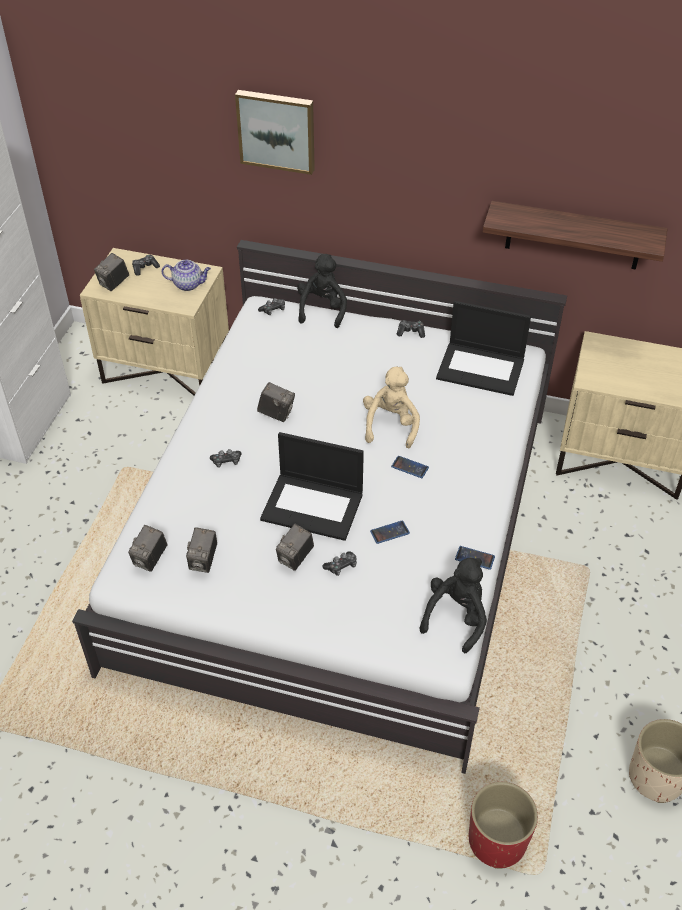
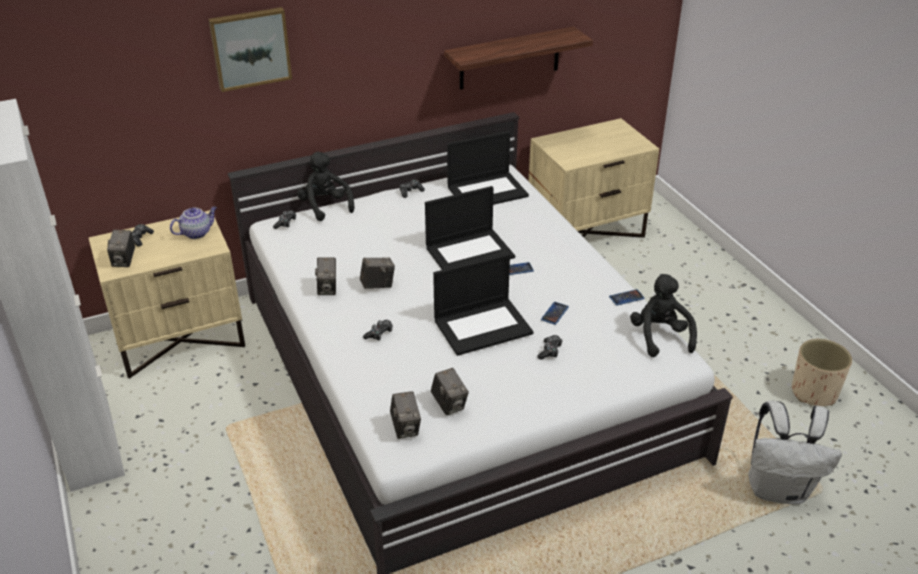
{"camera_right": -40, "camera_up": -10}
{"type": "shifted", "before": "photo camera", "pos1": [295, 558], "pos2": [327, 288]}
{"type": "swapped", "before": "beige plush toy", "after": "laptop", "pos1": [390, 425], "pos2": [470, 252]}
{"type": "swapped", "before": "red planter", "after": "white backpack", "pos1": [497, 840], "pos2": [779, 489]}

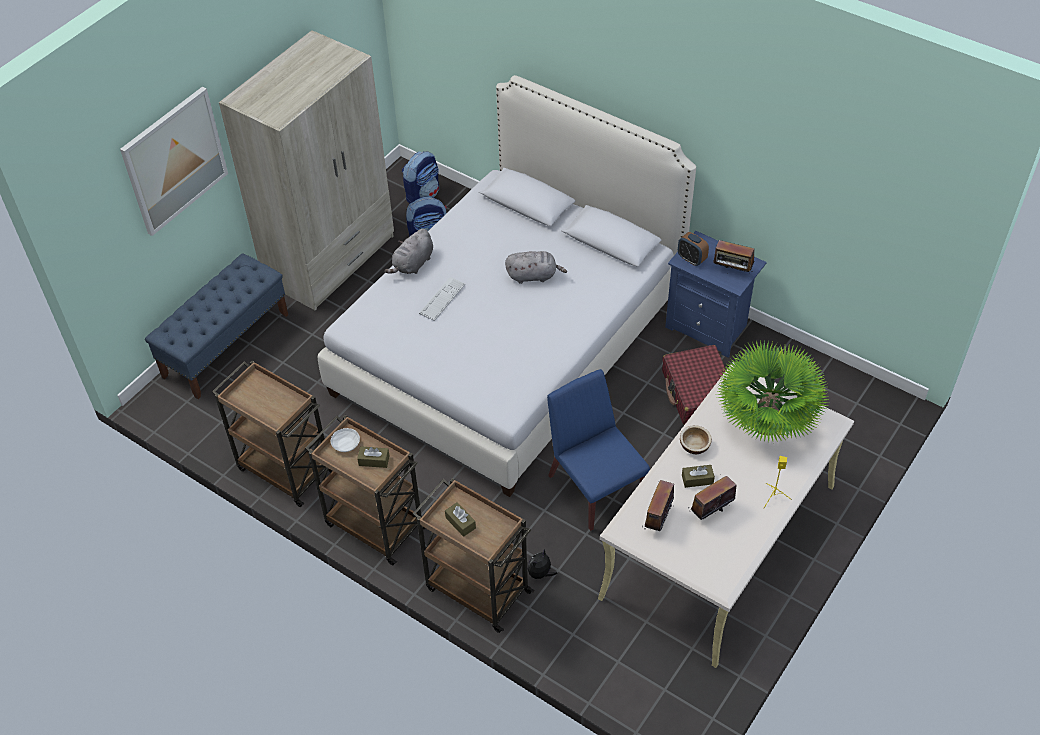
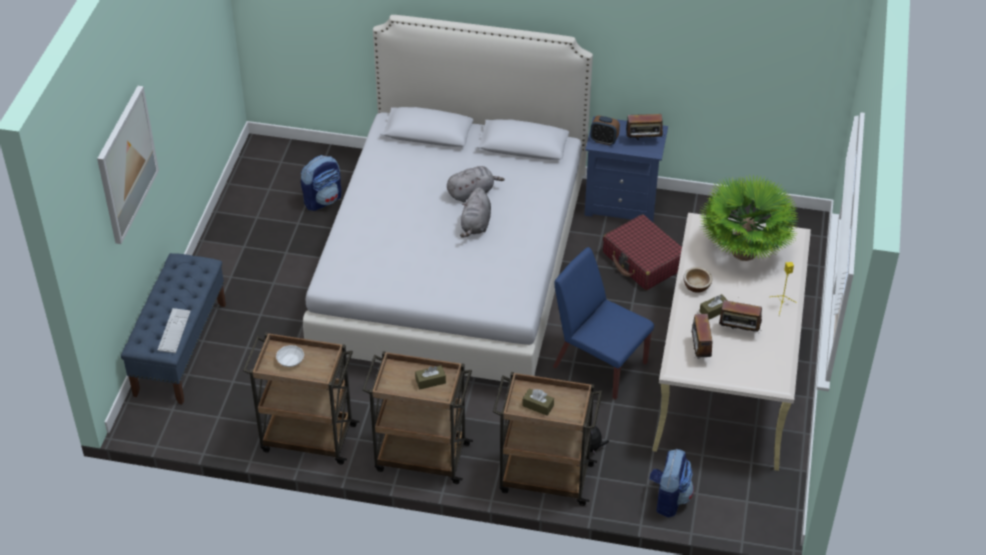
{"camera_right": -25, "camera_up": -5}
{"type": "gone", "before": "beige wardrobe", "pos1": [331, 259]}
{"type": "shifted", "before": "white bowl", "pos1": [346, 443], "pos2": [291, 359]}
{"type": "shifted", "before": "grey plush toy", "pos1": [413, 264], "pos2": [475, 225]}
{"type": "shifted", "before": "backpack", "pos1": [423, 195], "pos2": [668, 498]}
{"type": "shifted", "before": "keyboard", "pos1": [442, 299], "pos2": [174, 331]}
{"type": "rotated", "before": "radio", "pos1": [710, 511], "pos2": [738, 331], "turn": -105}

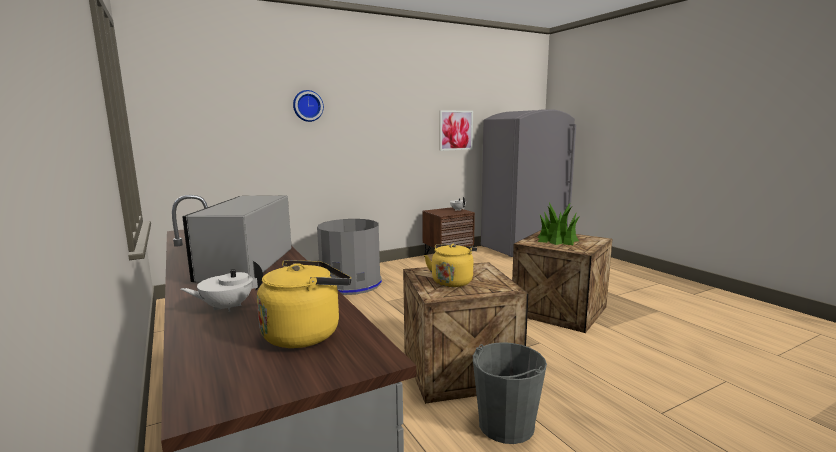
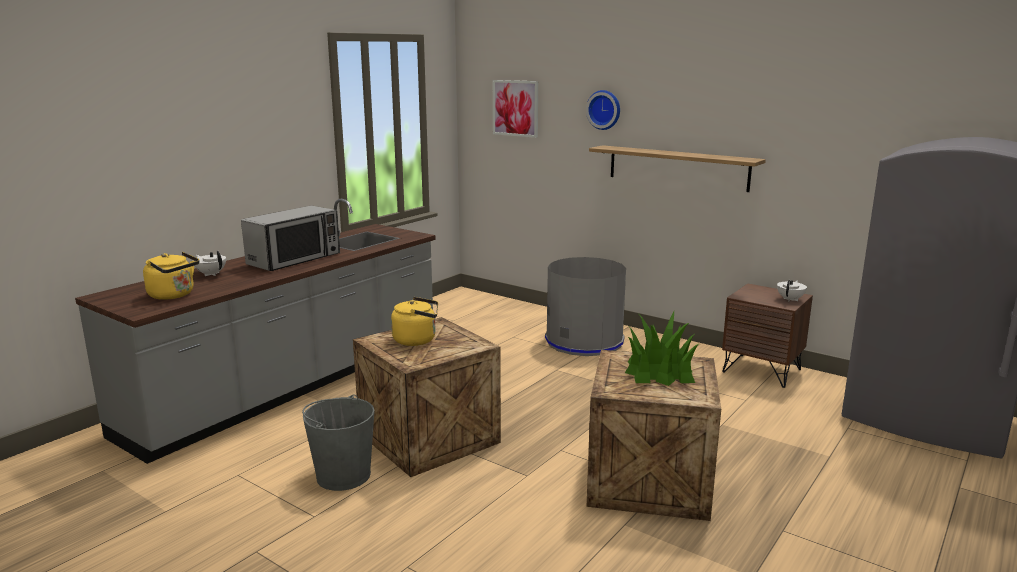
{"camera_right": 65, "camera_up": 5}
{"type": "rotated", "before": "microwave", "pos1": [246, 265], "pos2": [295, 259], "turn": 150}
{"type": "shifted", "before": "picture", "pos1": [455, 130], "pos2": [515, 108]}
{"type": "new", "after": "shelf", "pos2": [677, 168]}

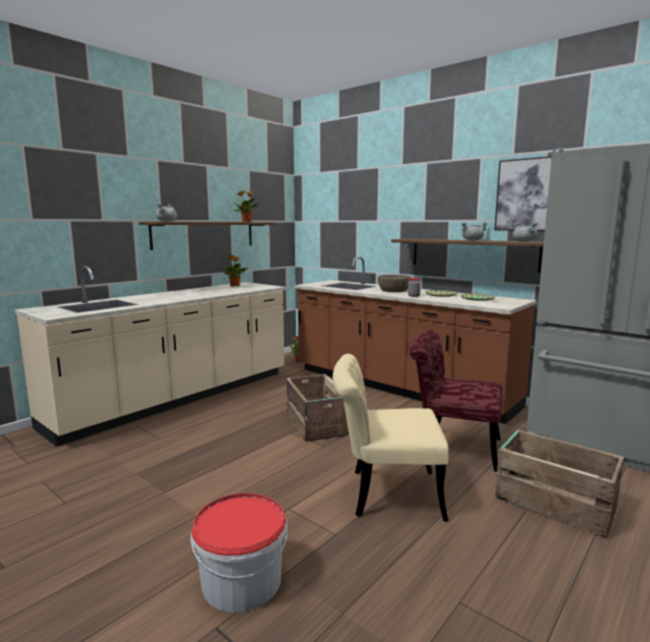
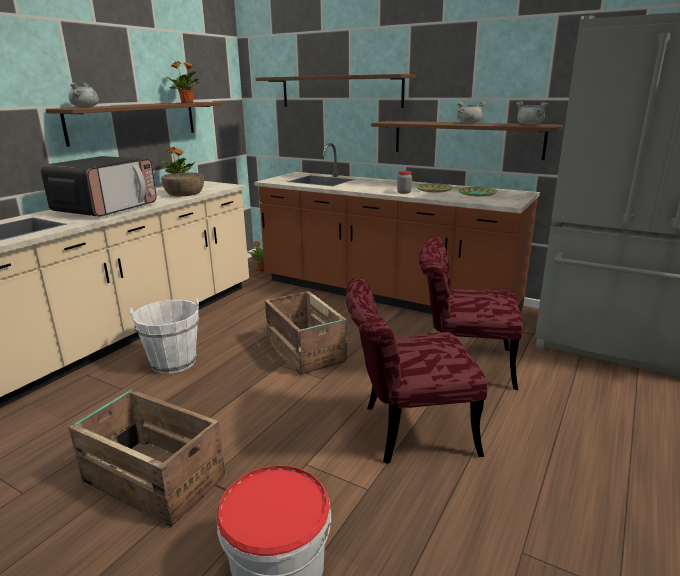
{"camera_right": -10, "camera_up": 10}
{"type": "repainted", "before": "beige chair", "after": "red chair", "pos1": [384, 493], "pos2": [406, 431]}
{"type": "shifted", "before": "brown bowl", "pos1": [394, 290], "pos2": [184, 193]}
{"type": "gone", "before": "picture", "pos1": [526, 195]}
{"type": "shifted", "before": "crate", "pos1": [553, 502], "pos2": [153, 478]}
{"type": "new", "after": "microwave", "pos2": [106, 208]}
{"type": "new", "after": "white bucket", "pos2": [173, 363]}
{"type": "new", "after": "brown shelf", "pos2": [340, 91]}

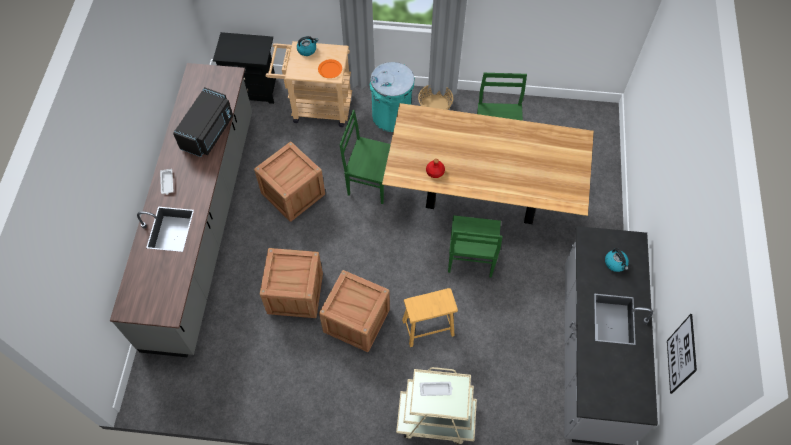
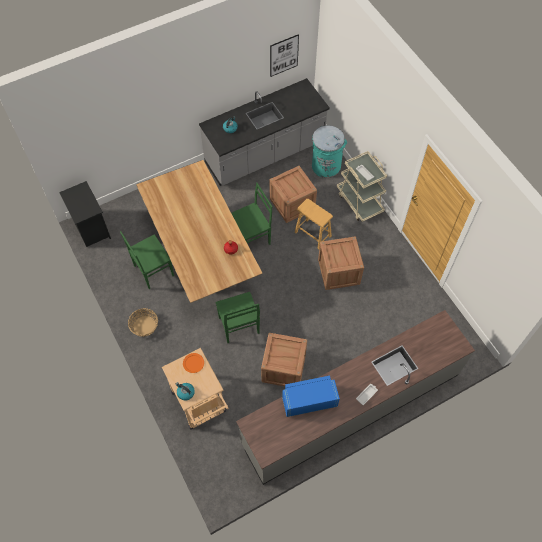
{"camera_right": -125, "camera_up": 0}
{"type": "repainted", "before": "black microwave", "after": "blue microwave", "pos1": [208, 132], "pos2": [309, 400]}
{"type": "shifted", "before": "black nightstand", "pos1": [254, 89], "pos2": [91, 229]}
{"type": "shifted", "before": "crate", "pos1": [295, 293], "pos2": [292, 204]}
{"type": "shifted", "before": "turquoise trash can", "pos1": [392, 116], "pos2": [326, 166]}

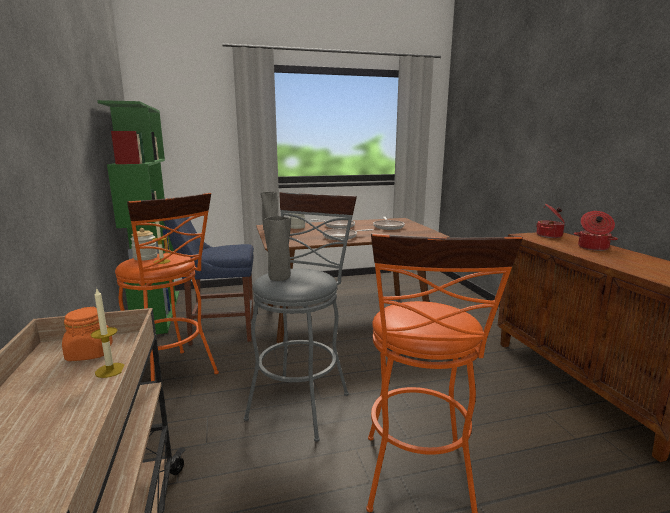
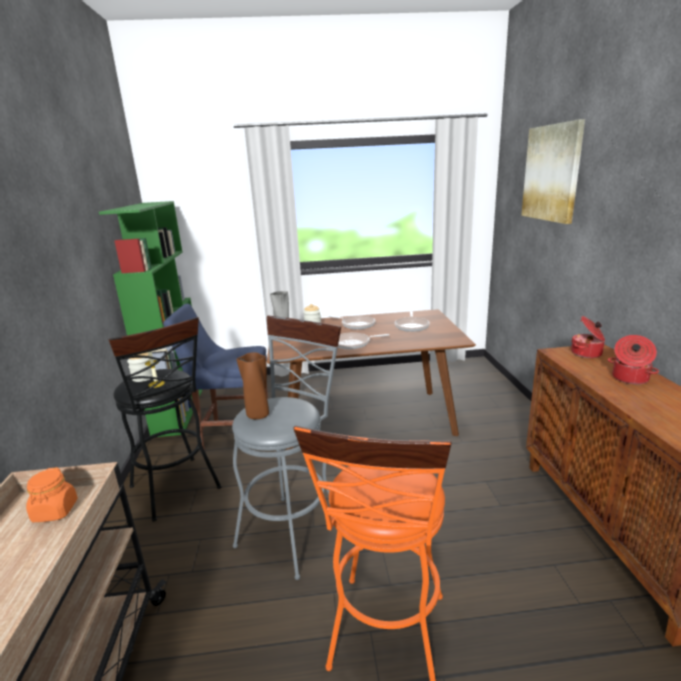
{"camera_right": 10, "camera_up": 5}
{"type": "gone", "before": "candle", "pos1": [110, 370]}
{"type": "repainted", "before": "orange stool", "after": "black stool", "pos1": [174, 378], "pos2": [178, 490]}
{"type": "repainted", "before": "grey vase", "after": "brown vase", "pos1": [279, 278], "pos2": [258, 415]}
{"type": "new", "after": "picture", "pos2": [551, 173]}

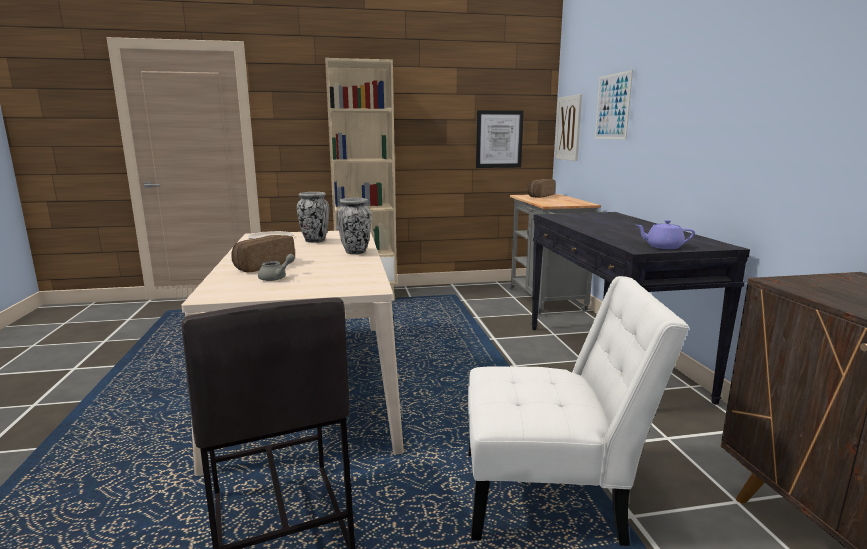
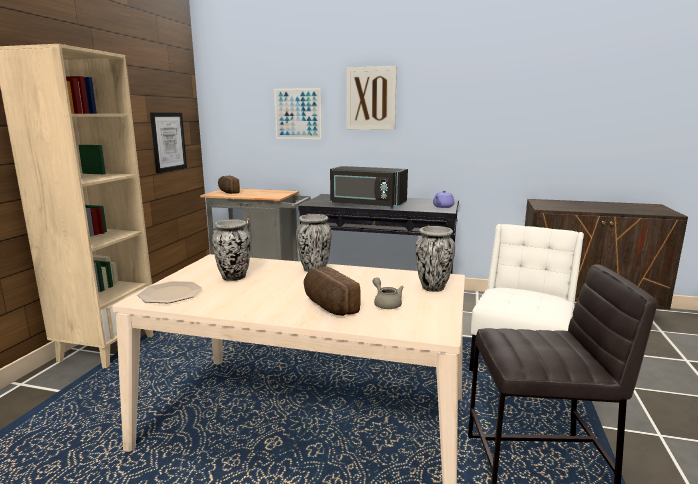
{"camera_right": -65, "camera_up": 0}
{"type": "shifted", "before": "picture", "pos1": [568, 128], "pos2": [371, 98]}
{"type": "new", "after": "black microwave", "pos2": [367, 205]}
{"type": "new", "after": "vase", "pos2": [432, 287]}

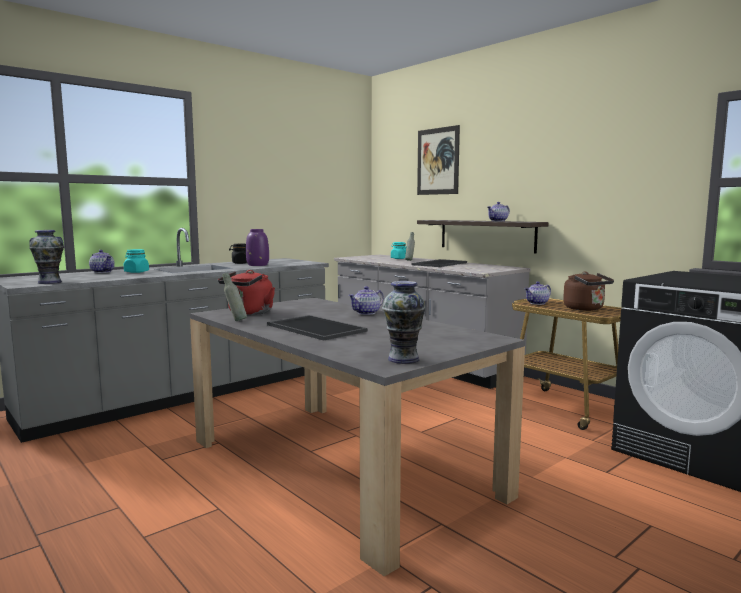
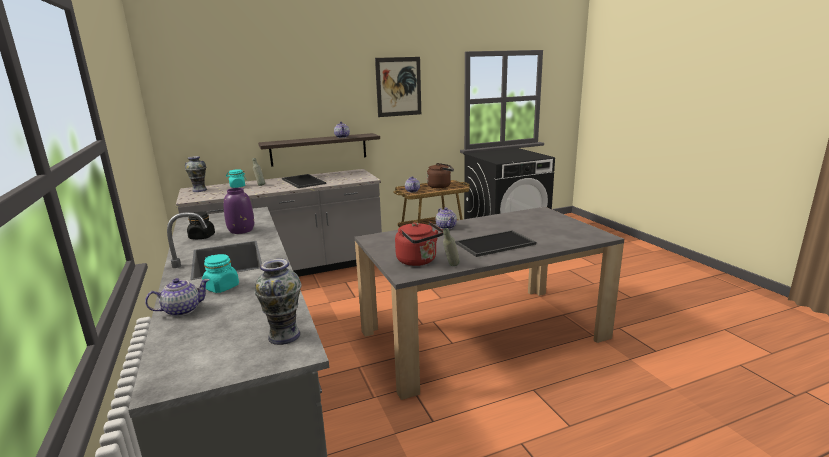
{"camera_right": -70, "camera_up": 10}
{"type": "shifted", "before": "vase", "pos1": [404, 359], "pos2": [199, 190]}
{"type": "shifted", "before": "picture", "pos1": [438, 161], "pos2": [398, 87]}

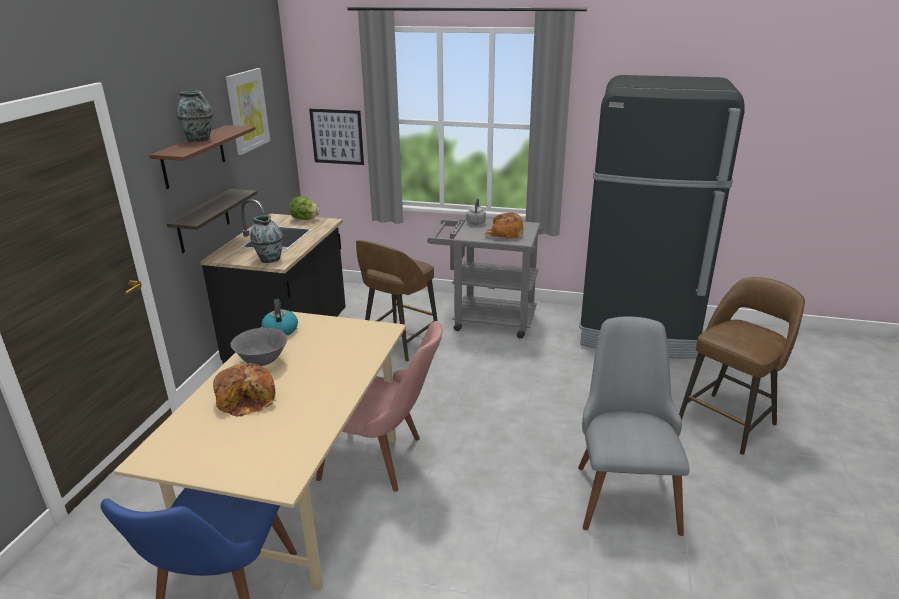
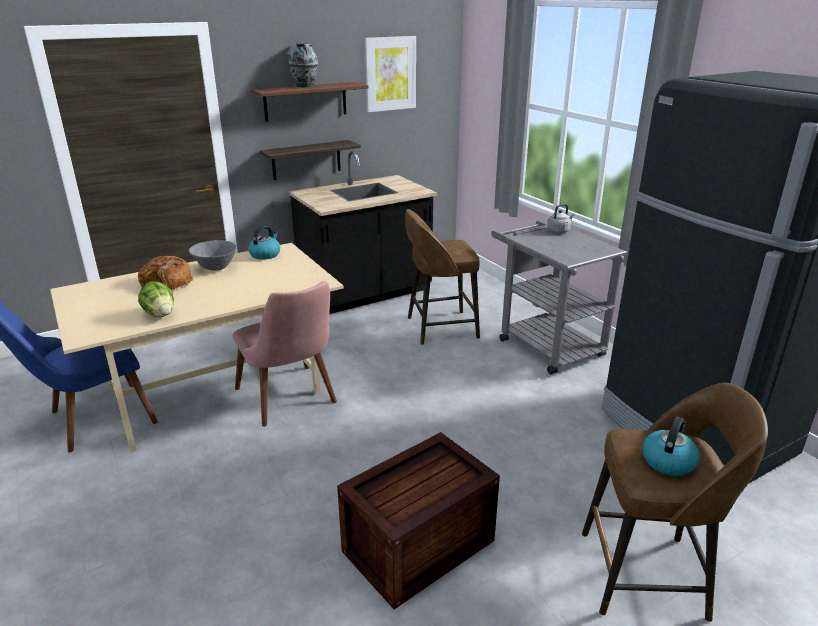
{"camera_right": 45, "camera_up": 0}
{"type": "gone", "before": "vase", "pos1": [270, 259]}
{"type": "shifted", "before": "lettuce", "pos1": [304, 219], "pos2": [160, 314]}
{"type": "gone", "before": "picture", "pos1": [337, 136]}
{"type": "gone", "before": "bread", "pos1": [504, 233]}
{"type": "swapped", "before": "grey chair", "after": "crate", "pos1": [623, 487], "pos2": [420, 545]}
{"type": "new", "after": "kettle", "pos2": [668, 461]}

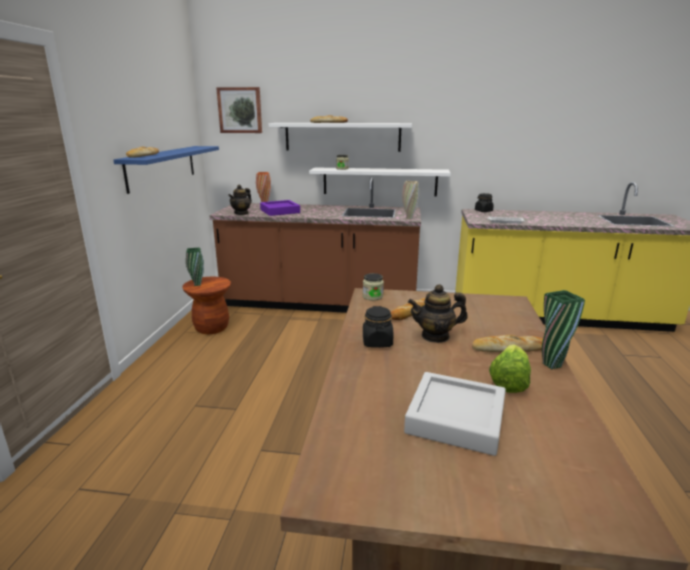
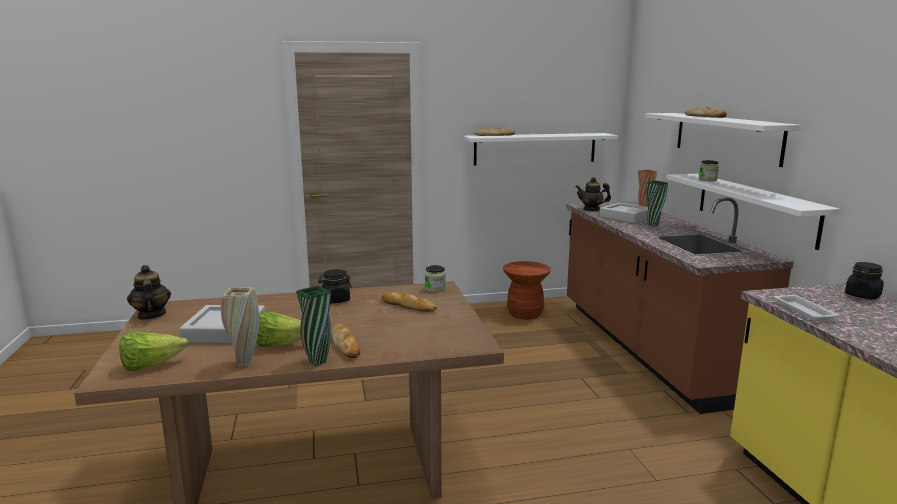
{"camera_right": 70, "camera_up": -5}
{"type": "repainted", "before": "blue shelf", "after": "white shelf", "pos1": [162, 167], "pos2": [535, 149]}
{"type": "shifted", "before": "green vase", "pos1": [197, 284], "pos2": [653, 225]}
{"type": "gone", "before": "picture", "pos1": [240, 110]}
{"type": "repainted", "before": "purple tray", "after": "grey tray", "pos1": [280, 211], "pos2": [626, 217]}
{"type": "shifted", "before": "beige vase", "pos1": [409, 218], "pos2": [245, 363]}
{"type": "shifted", "before": "teapot", "pos1": [435, 336], "pos2": [151, 315]}
{"type": "new", "after": "lettuce", "pos2": [150, 366]}

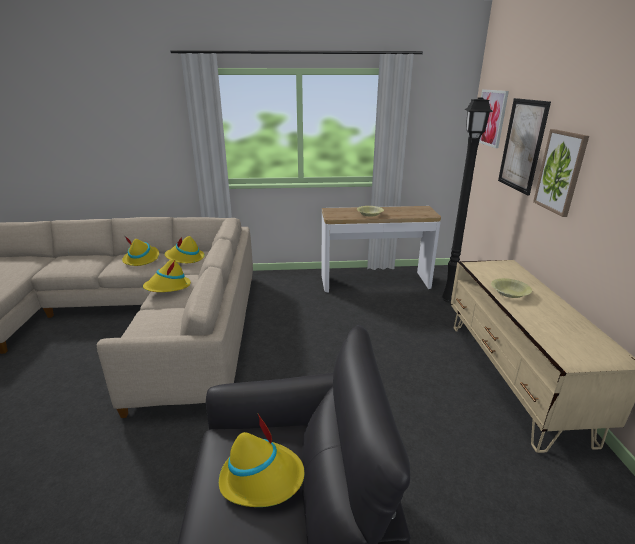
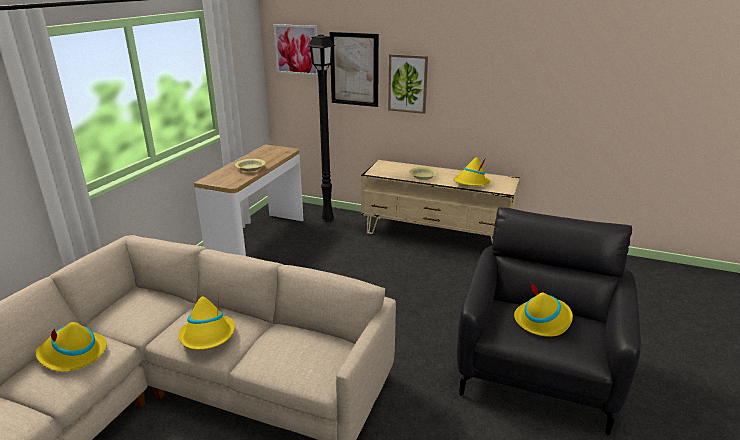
{"camera_right": -65, "camera_up": 0}
{"type": "shifted", "before": "yellow hat", "pos1": [185, 258], "pos2": [471, 183]}

